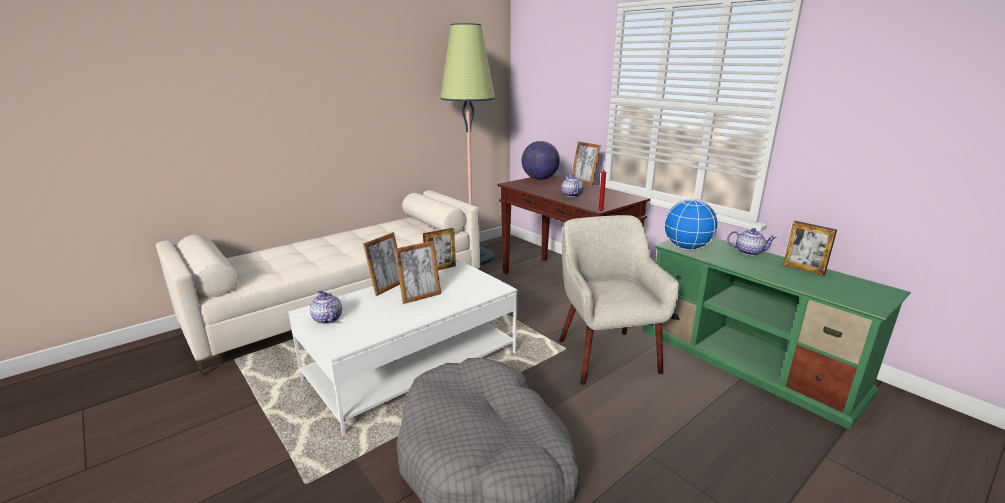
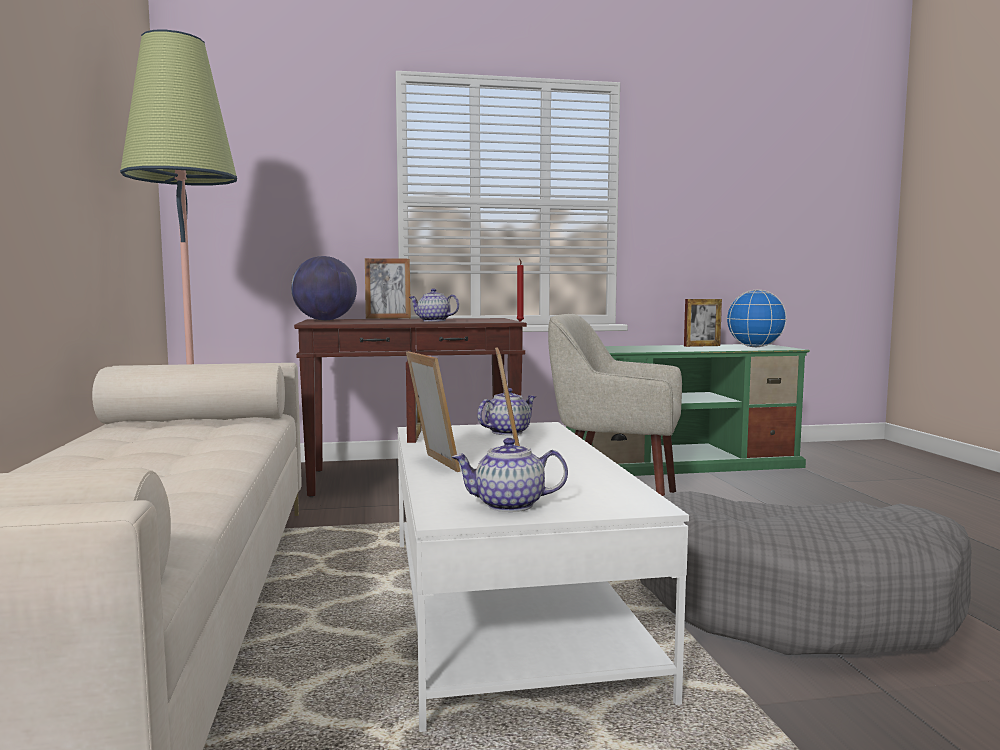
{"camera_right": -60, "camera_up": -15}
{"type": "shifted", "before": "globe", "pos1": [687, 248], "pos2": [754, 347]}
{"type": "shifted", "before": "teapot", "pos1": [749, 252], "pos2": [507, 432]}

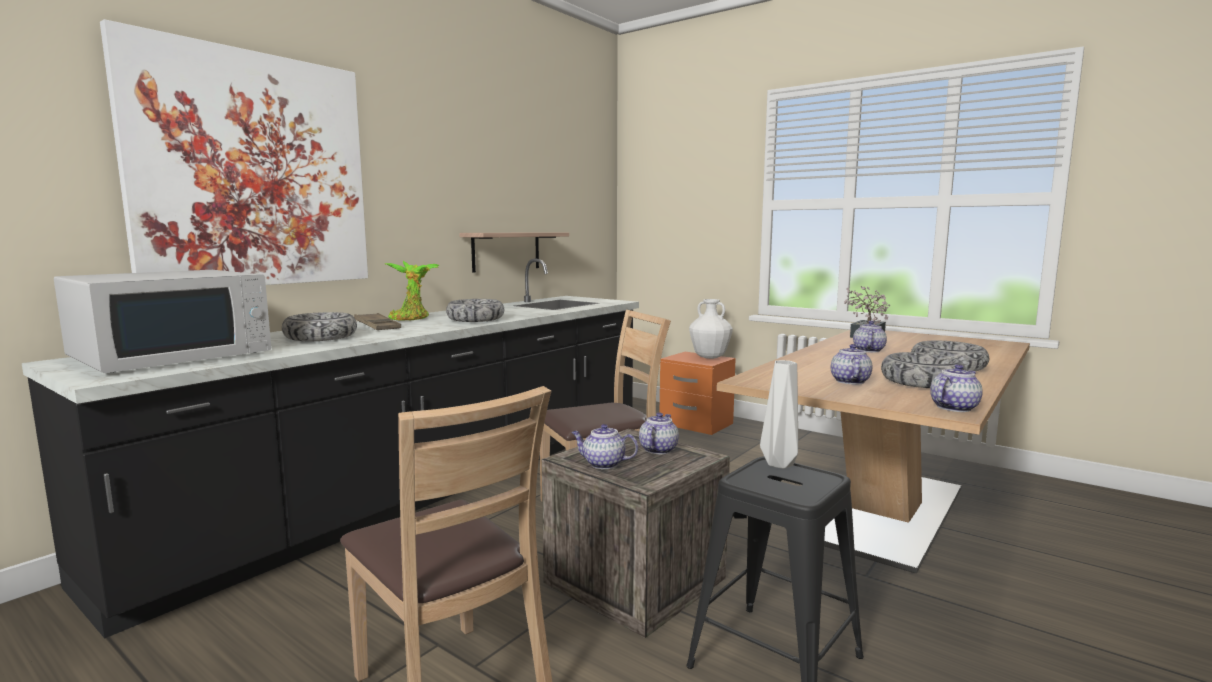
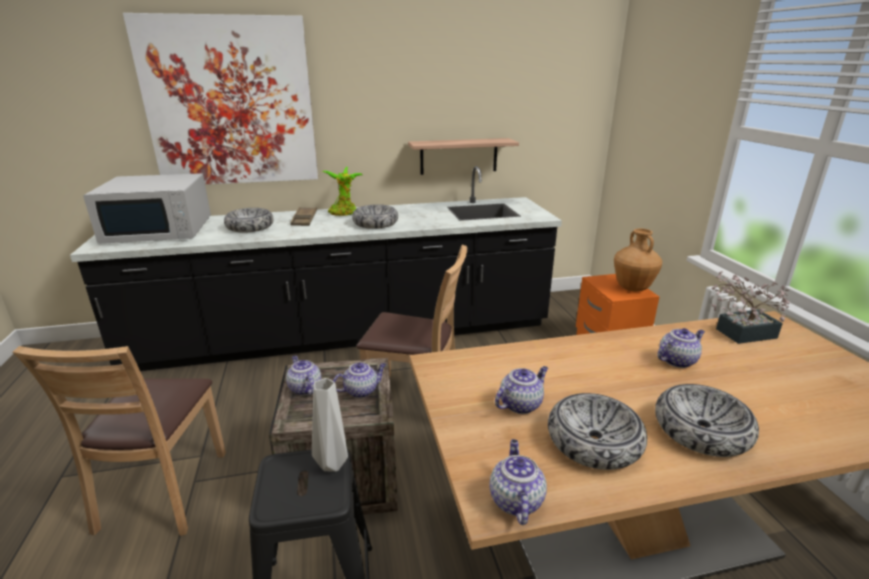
{"camera_right": 40, "camera_up": 15}
{"type": "repainted", "before": "white vase", "after": "brown vase", "pos1": [710, 357], "pos2": [632, 288]}
{"type": "rotated", "before": "teapot", "pos1": [954, 407], "pos2": [515, 500], "turn": -90}

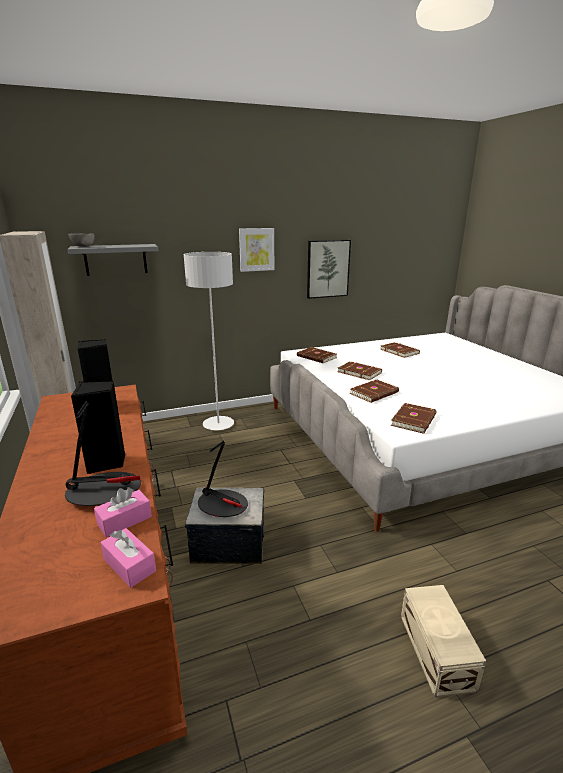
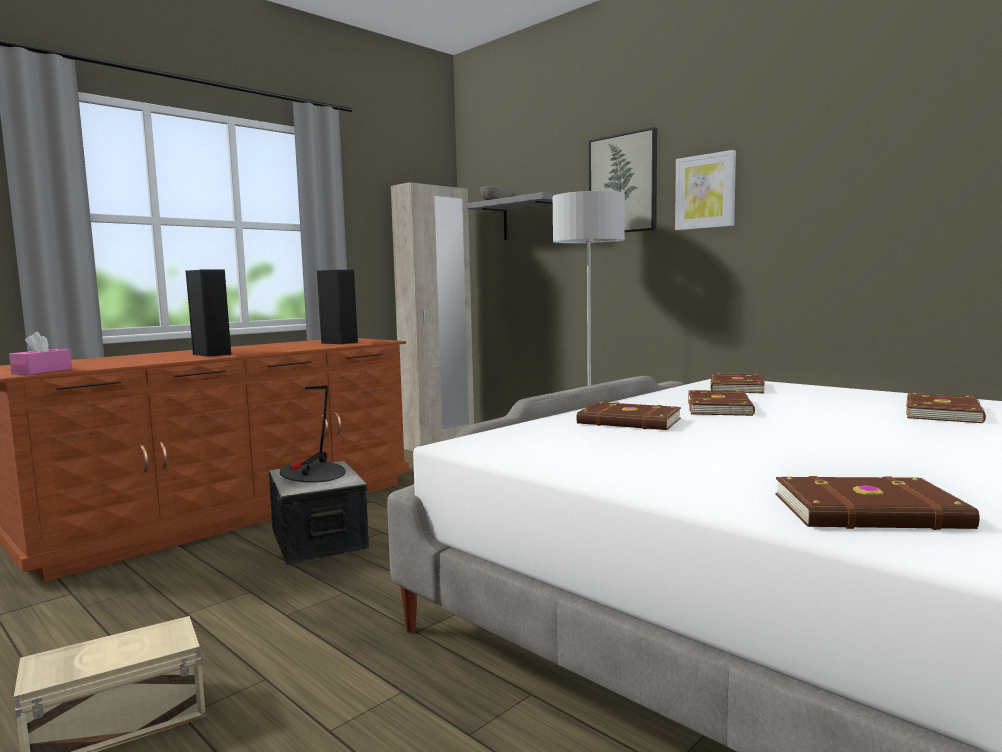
{"camera_right": 65, "camera_up": -15}
{"type": "gone", "before": "table lamp", "pos1": [104, 491]}
{"type": "gone", "before": "pink tissue box", "pos1": [124, 520]}
{"type": "shifted", "before": "picture", "pos1": [327, 269], "pos2": [623, 184]}
{"type": "shifted", "before": "brown book", "pos1": [414, 420], "pos2": [870, 512]}

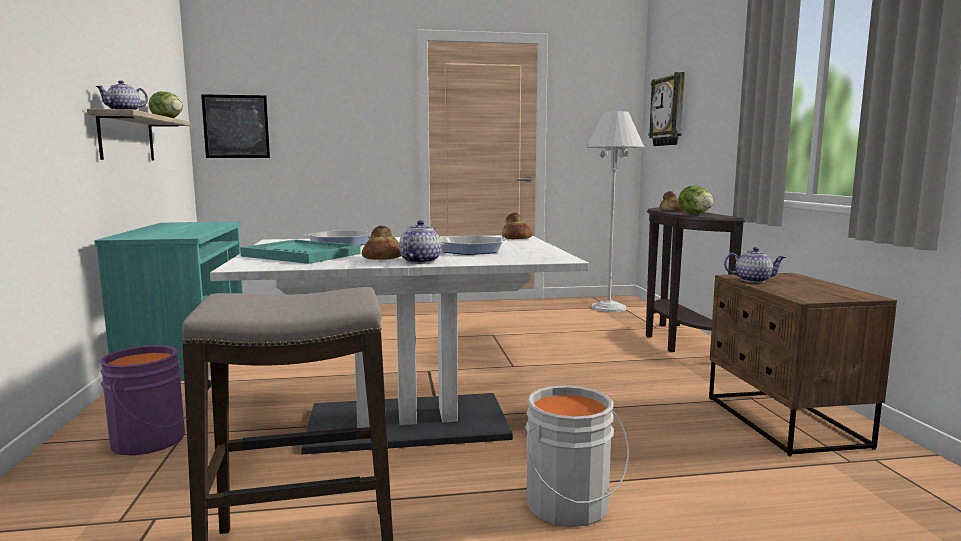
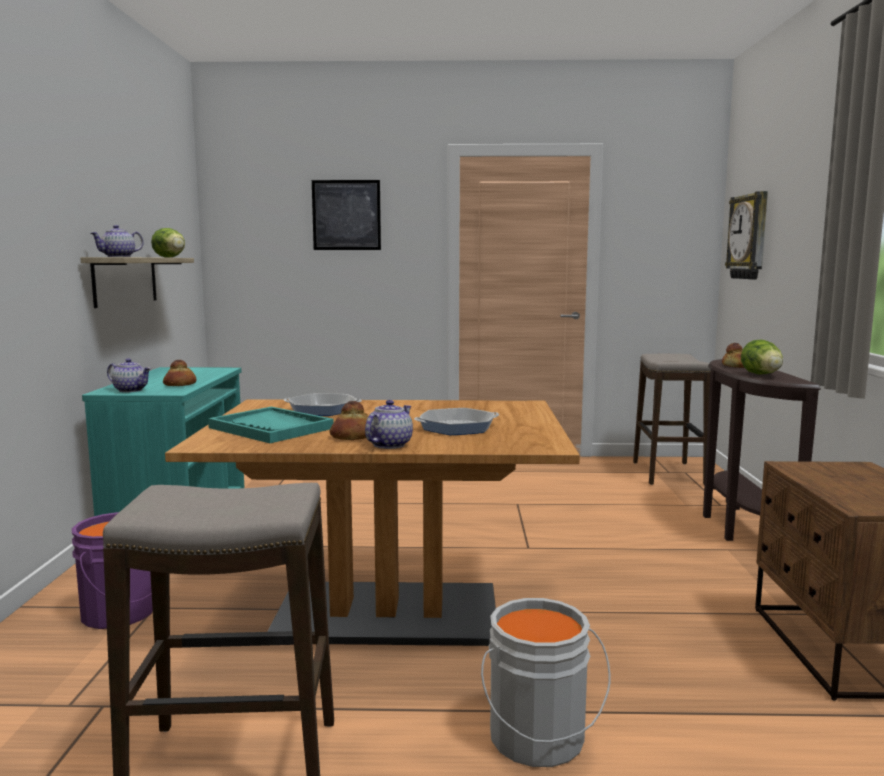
{"camera_right": 10, "camera_up": 0}
{"type": "shifted", "before": "picture", "pos1": [236, 126], "pos2": [346, 215]}
{"type": "repainted", "before": "white dining table", "after": "brown dining table", "pos1": [407, 423], "pos2": [387, 614]}
{"type": "shifted", "before": "bread", "pos1": [517, 238], "pos2": [180, 384]}
{"type": "swapped", "before": "white floor lamp", "after": "stool", "pos1": [608, 308], "pos2": [668, 473]}
{"type": "shifted", "before": "teapot", "pos1": [753, 280], "pos2": [131, 390]}

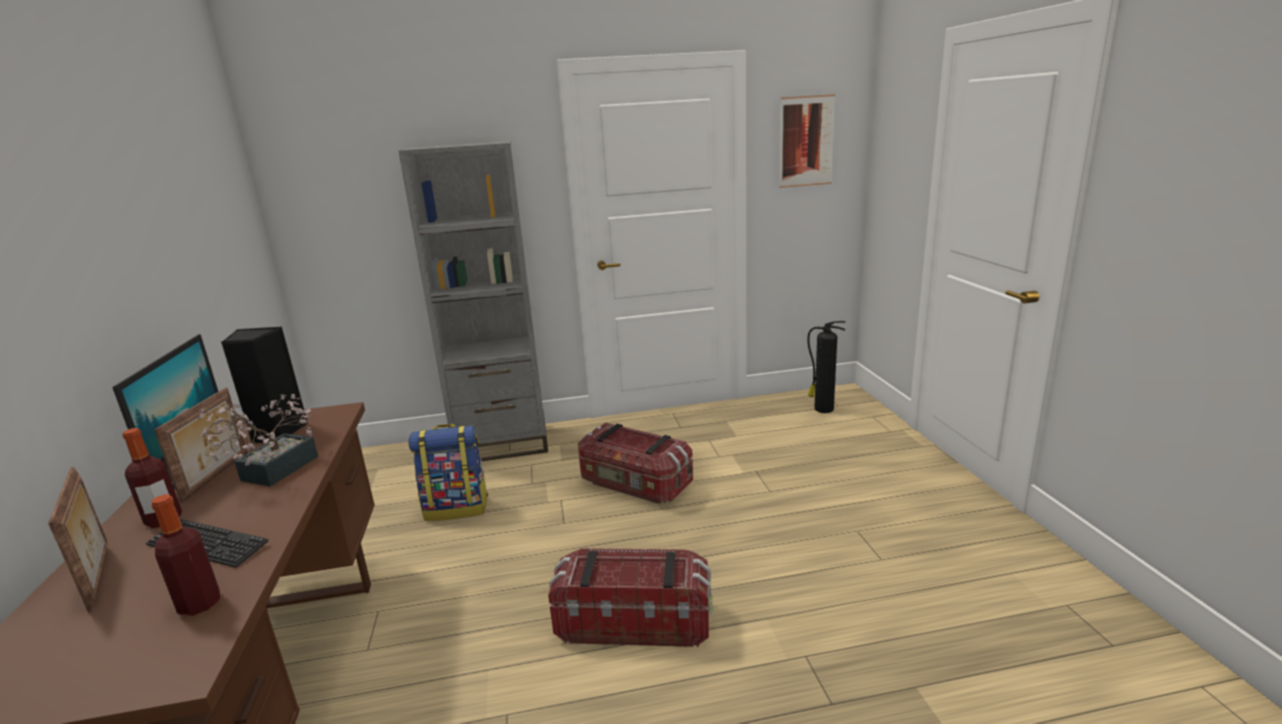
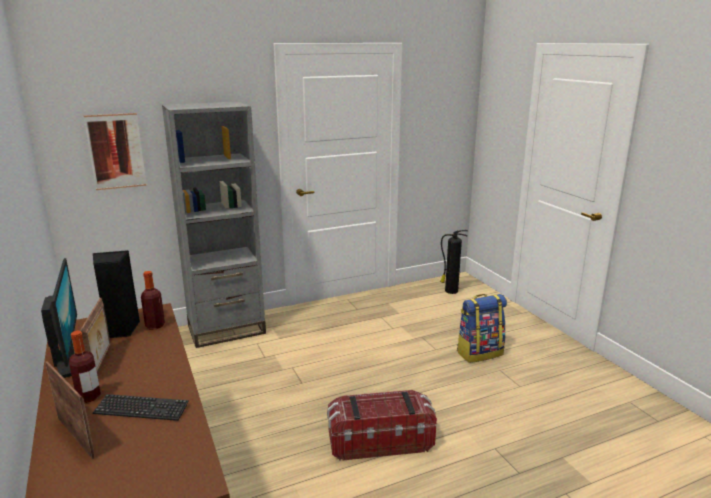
{"camera_right": -15, "camera_up": 0}
{"type": "shifted", "before": "bottle", "pos1": [199, 604], "pos2": [155, 325]}
{"type": "gone", "before": "potted plant", "pos1": [272, 472]}
{"type": "shifted", "before": "backpack", "pos1": [457, 508], "pos2": [479, 353]}
{"type": "gone", "before": "storage box", "pos1": [634, 485]}
{"type": "shifted", "before": "picture", "pos1": [806, 141], "pos2": [116, 151]}

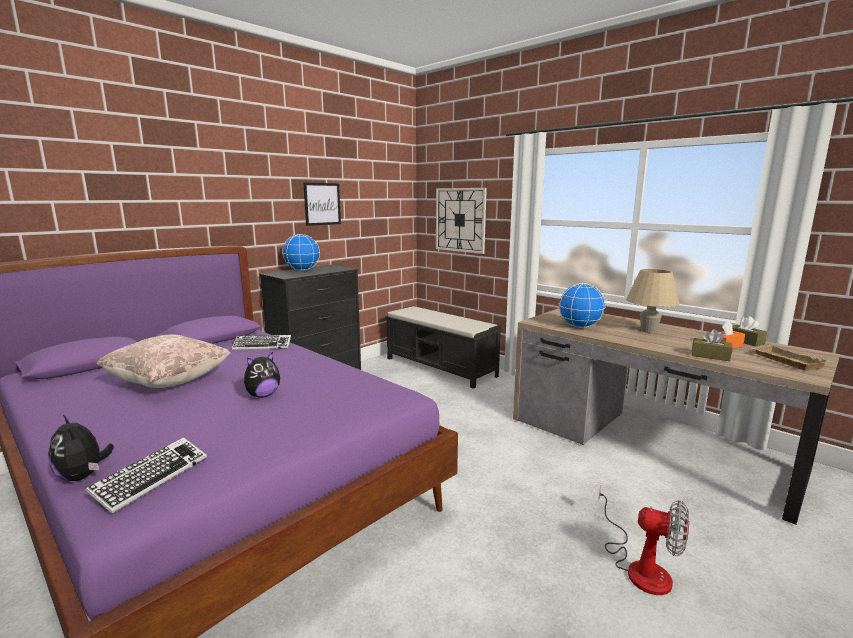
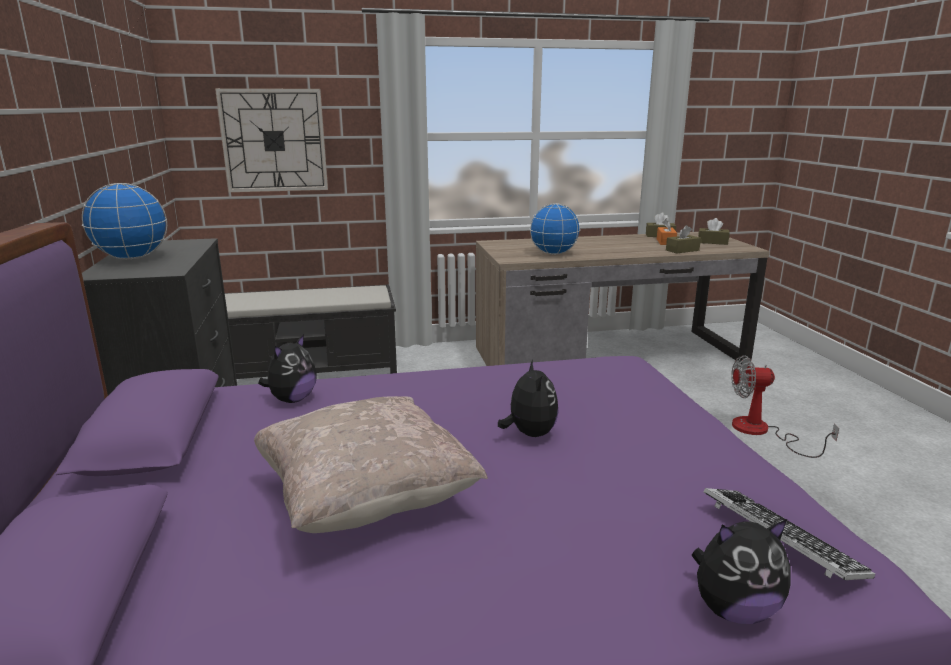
{"camera_right": -55, "camera_up": 5}
{"type": "swapped", "before": "keyboard", "after": "plush toy", "pos1": [262, 346], "pos2": [292, 399]}
{"type": "gone", "before": "picture", "pos1": [322, 204]}
{"type": "rotated", "before": "fan", "pos1": [639, 566], "pos2": [762, 432], "turn": -150}
{"type": "gone", "before": "beige table lamp", "pos1": [648, 331]}
{"type": "swapped", "before": "beige tray", "after": "brown tissue box", "pos1": [784, 361], "pos2": [712, 242]}

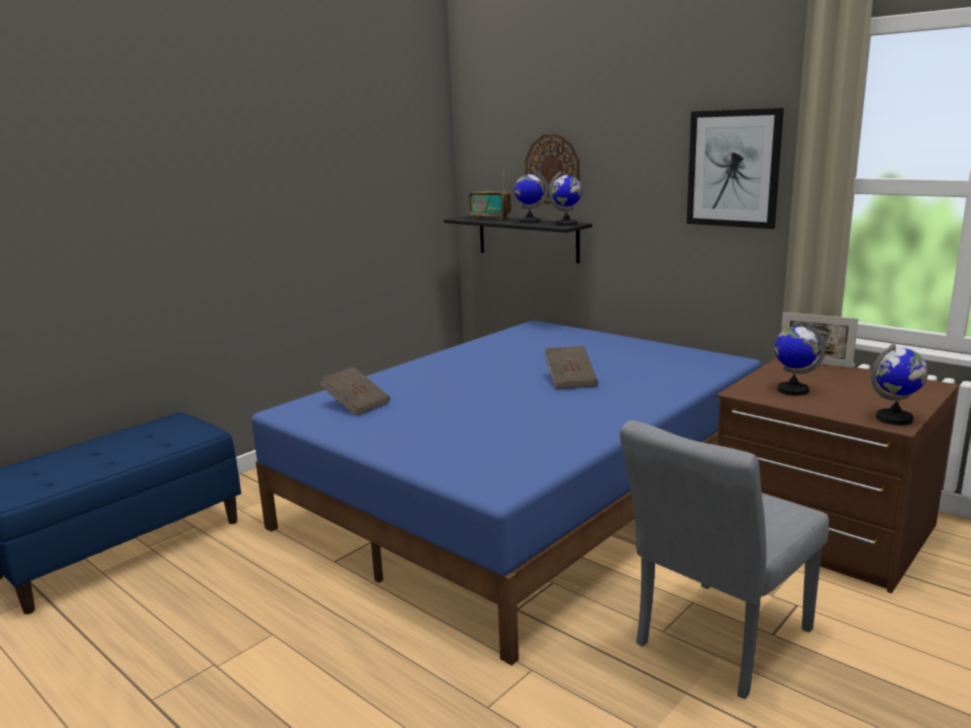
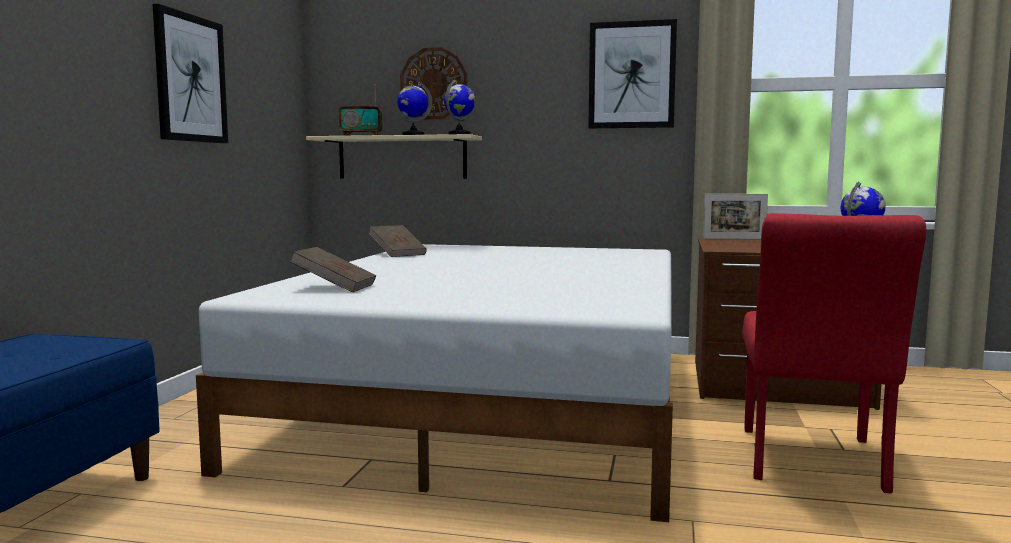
{"camera_right": -30, "camera_up": -10}
{"type": "repainted", "before": "blue bed", "after": "white bed", "pos1": [525, 495], "pos2": [495, 400]}
{"type": "repainted", "before": "black shelf", "after": "beige shelf", "pos1": [527, 238], "pos2": [402, 158]}
{"type": "shifted", "before": "brown book", "pos1": [570, 380], "pos2": [397, 254]}
{"type": "repainted", "before": "grey chair", "after": "red chair", "pos1": [715, 643], "pos2": [813, 464]}
{"type": "gone", "before": "globe", "pos1": [792, 390]}
{"type": "new", "after": "picture", "pos2": [190, 78]}

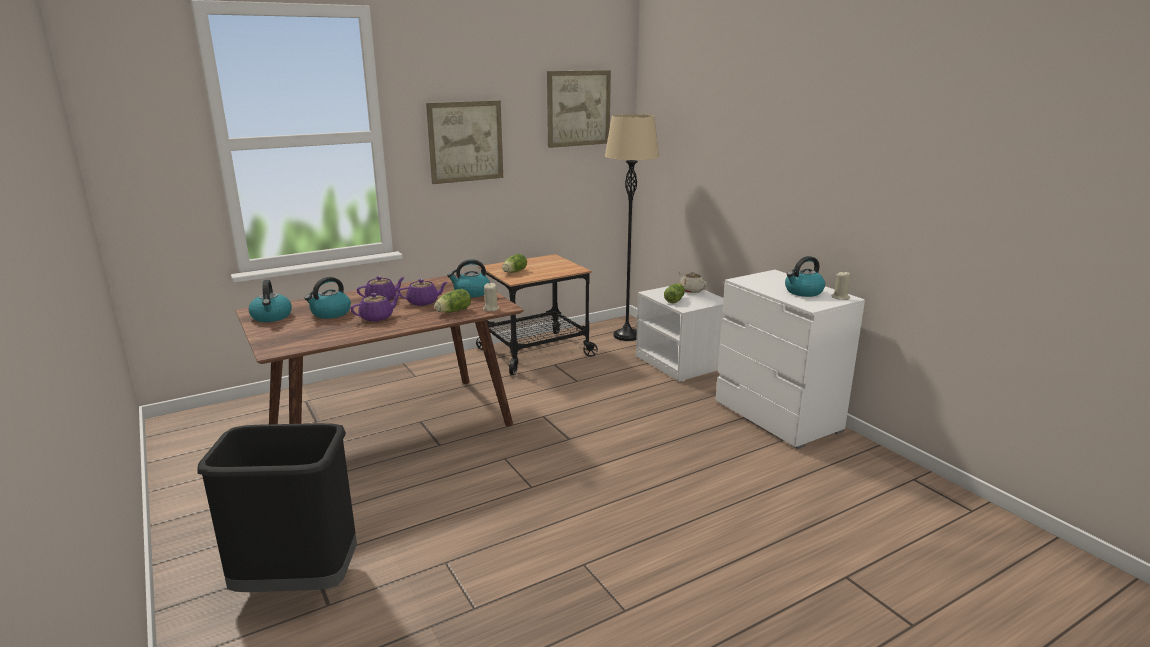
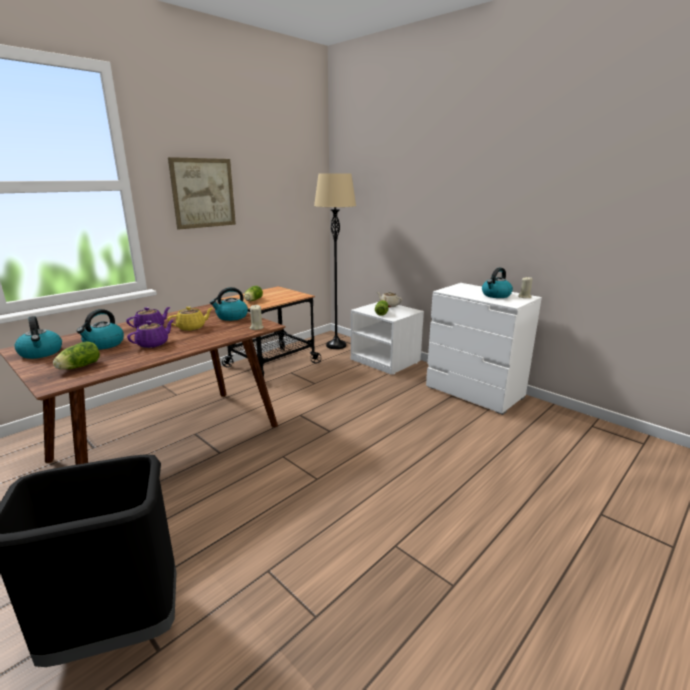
{"camera_right": -15, "camera_up": 0}
{"type": "repainted", "before": "purple teapot", "after": "yellow teapot", "pos1": [423, 302], "pos2": [192, 327]}
{"type": "shifted", "before": "lettuce", "pos1": [452, 311], "pos2": [78, 367]}
{"type": "gone", "before": "picture", "pos1": [578, 108]}

